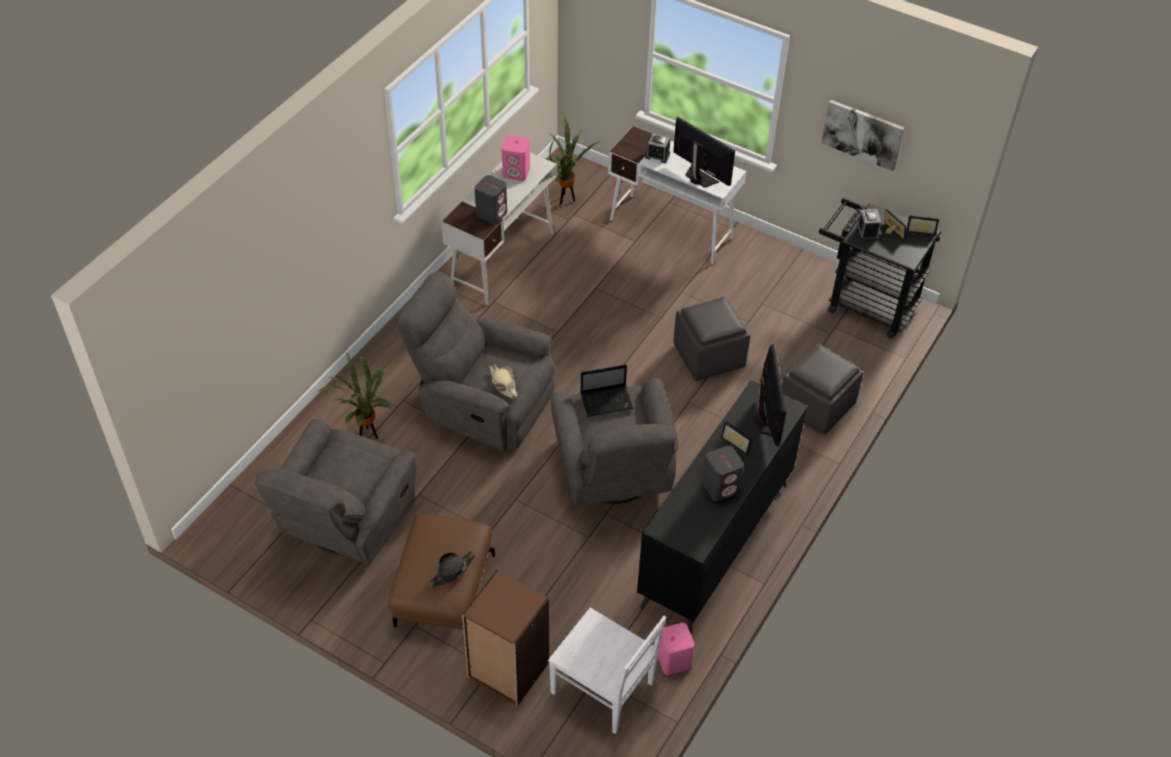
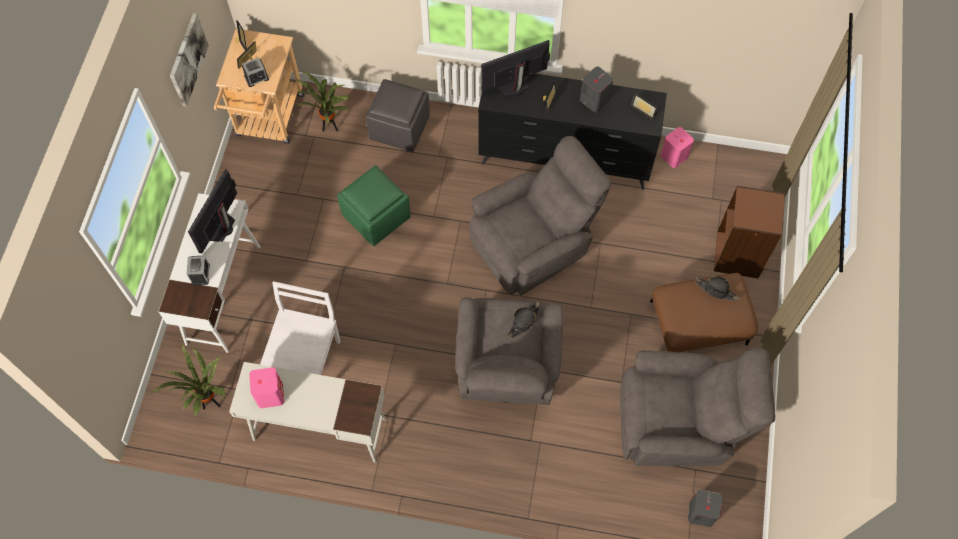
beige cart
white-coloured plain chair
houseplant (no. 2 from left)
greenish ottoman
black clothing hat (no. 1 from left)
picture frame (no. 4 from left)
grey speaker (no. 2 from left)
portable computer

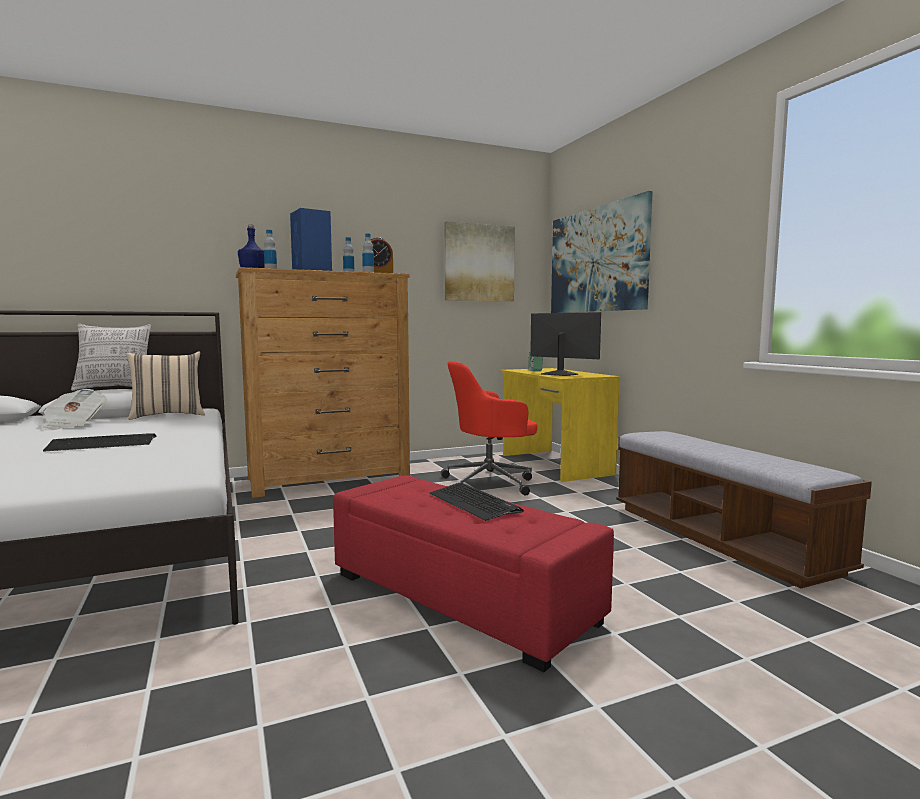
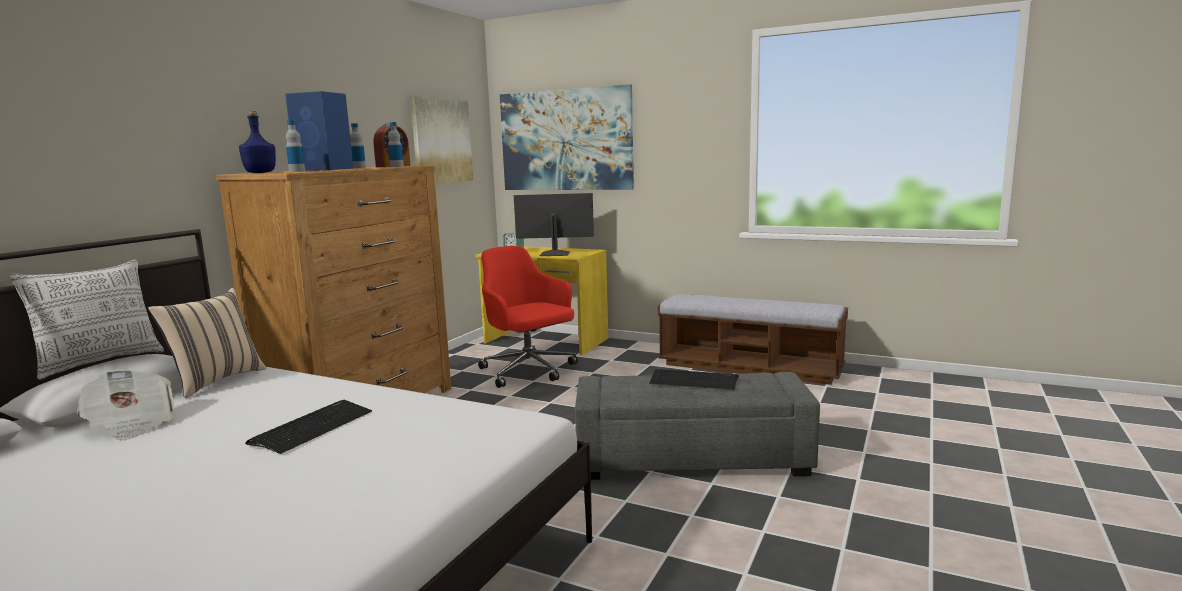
red-coloured office chair
grey ottoman

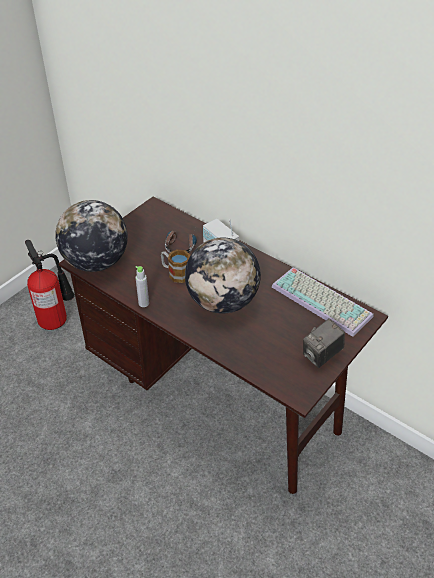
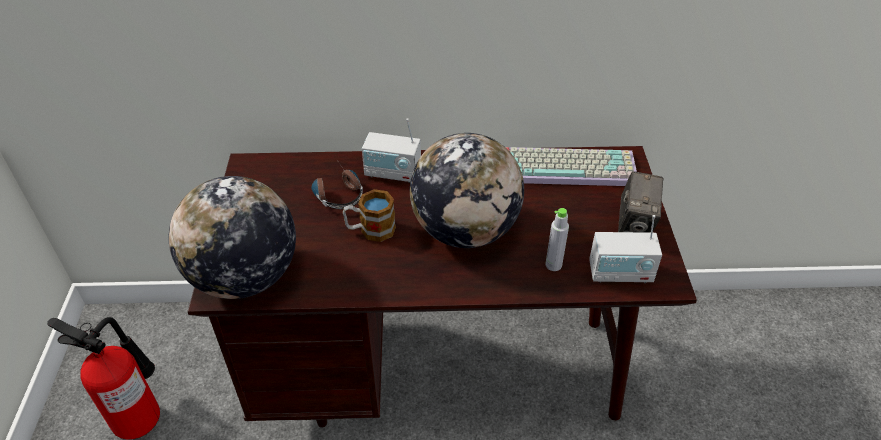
grey drink bottle
radio receiver (no. 2 from left)

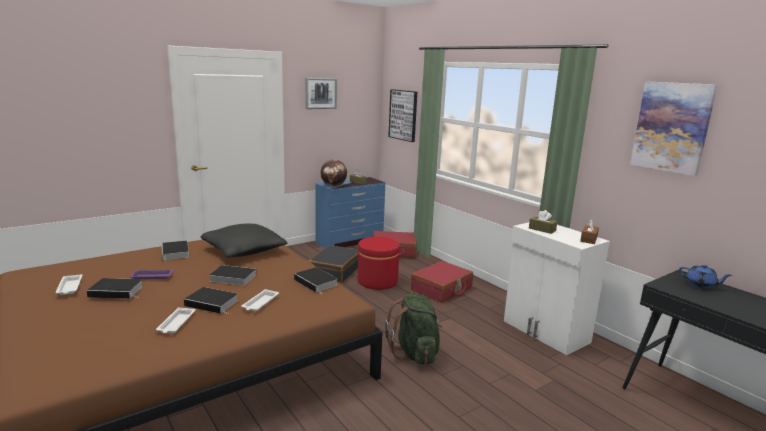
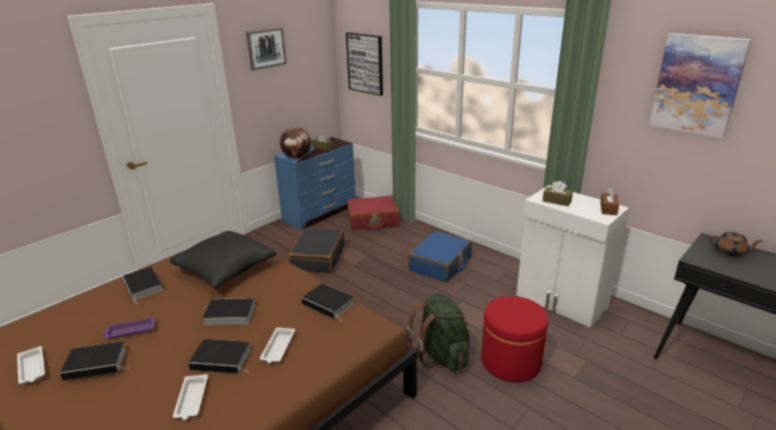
blue piece of luggage
red-coloured ottoman
brown-coloured teapot

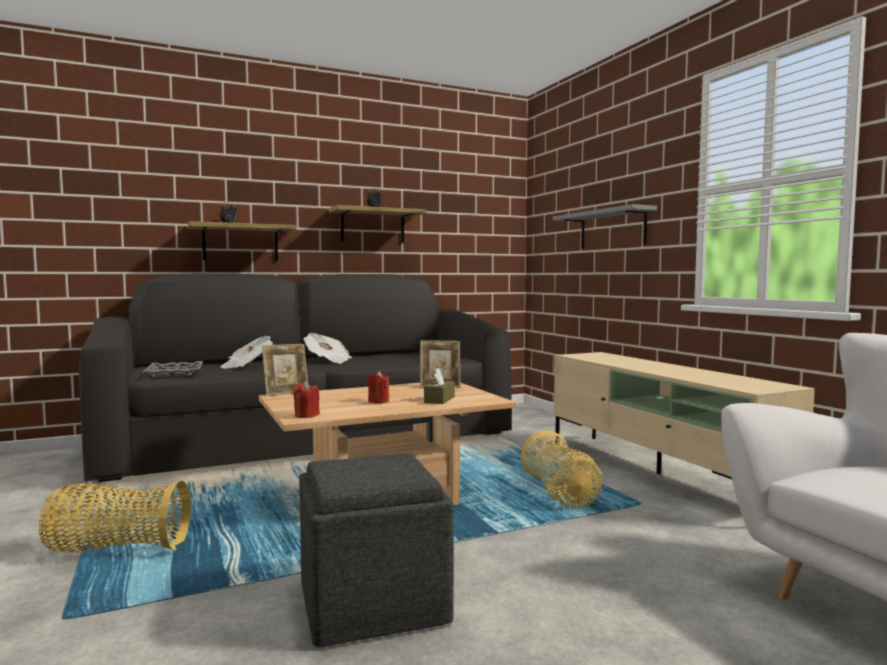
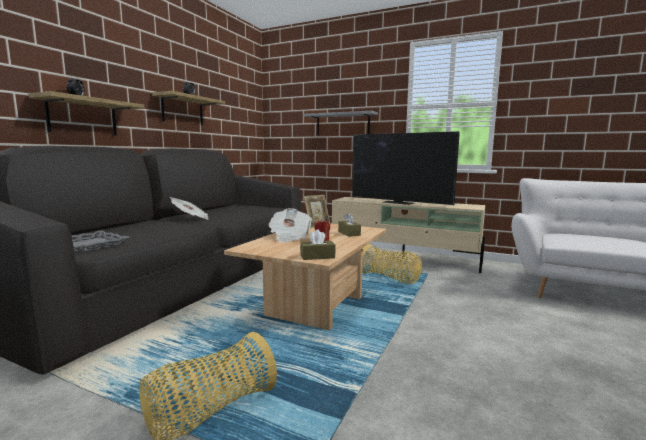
newspaper (no. 2 from left)
brown-coloured tissue box (no. 1 from left)
TV
picture frame (no. 1 from left in the first image)
grey ottoman

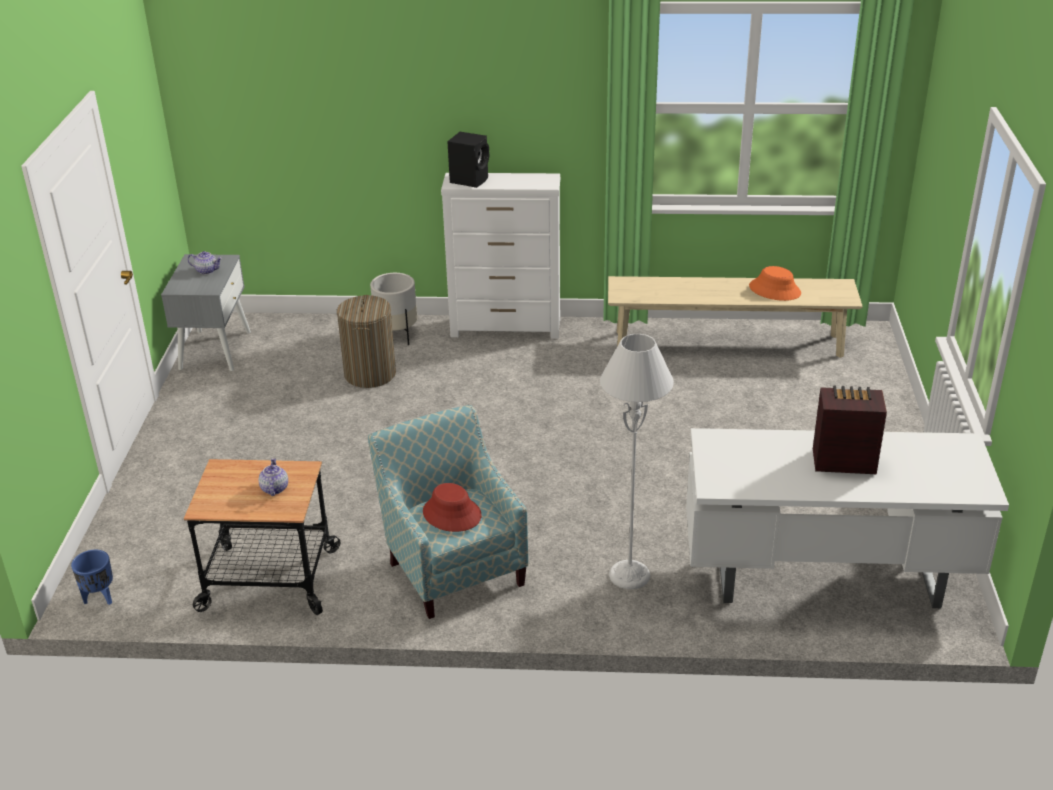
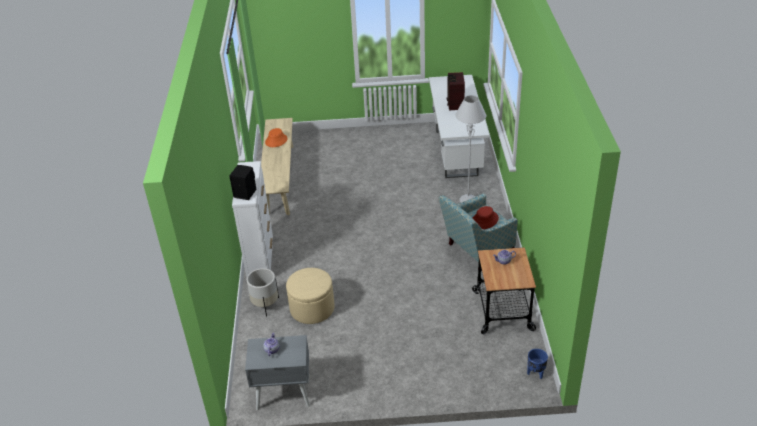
beige ottoman

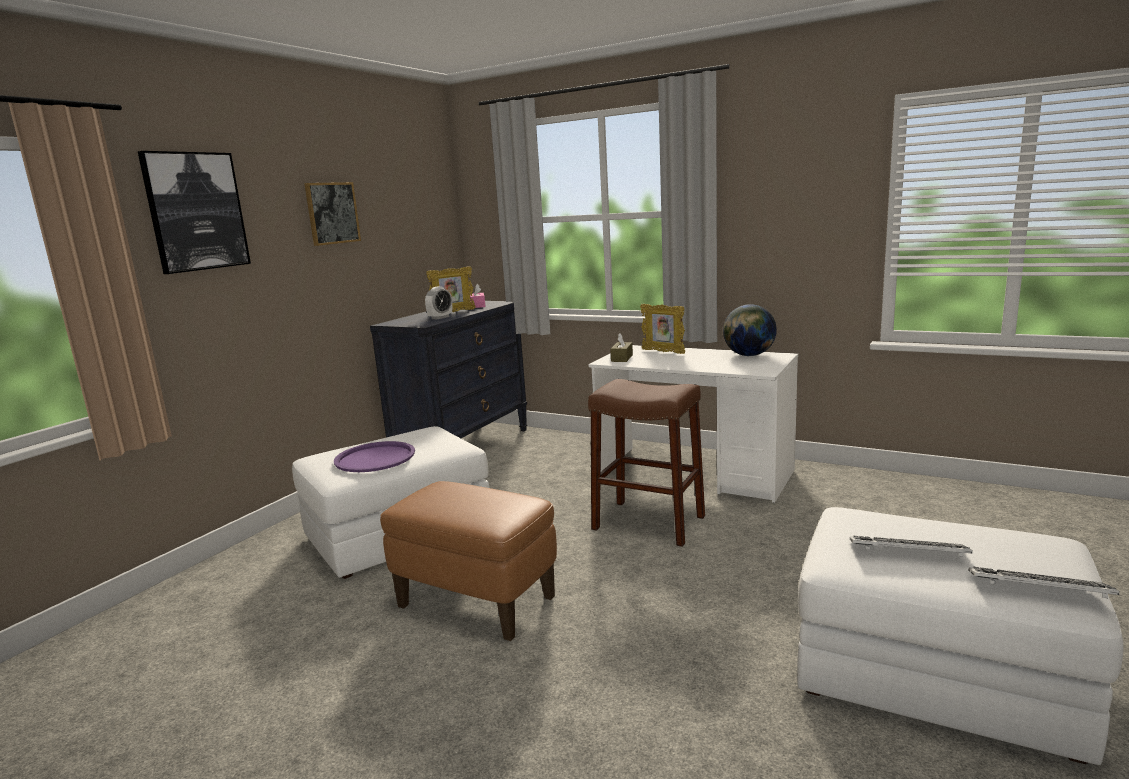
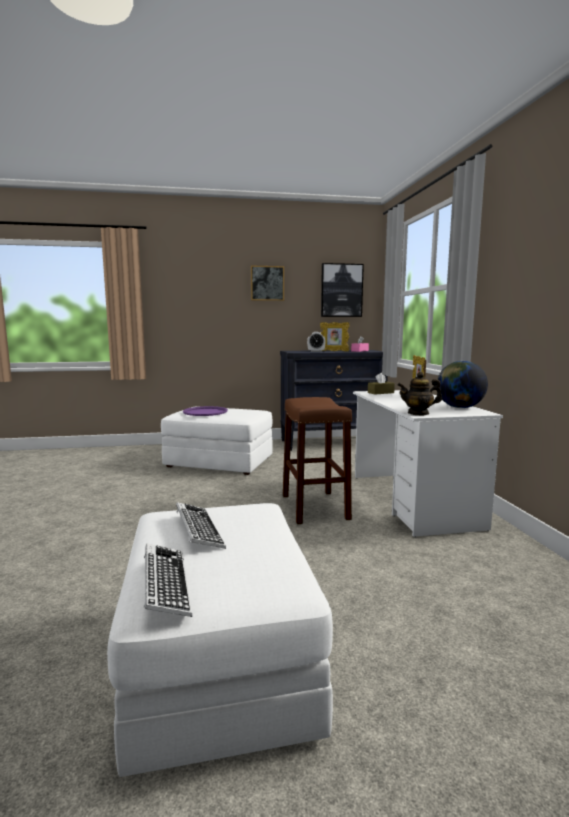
wall art (no. 2 from left)
teapot
brown-coloured ottoman

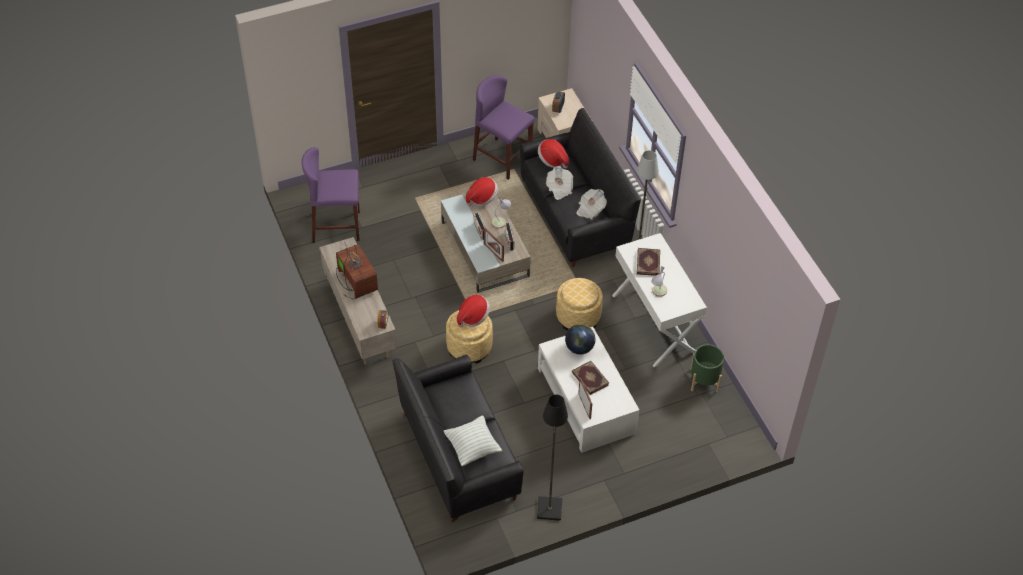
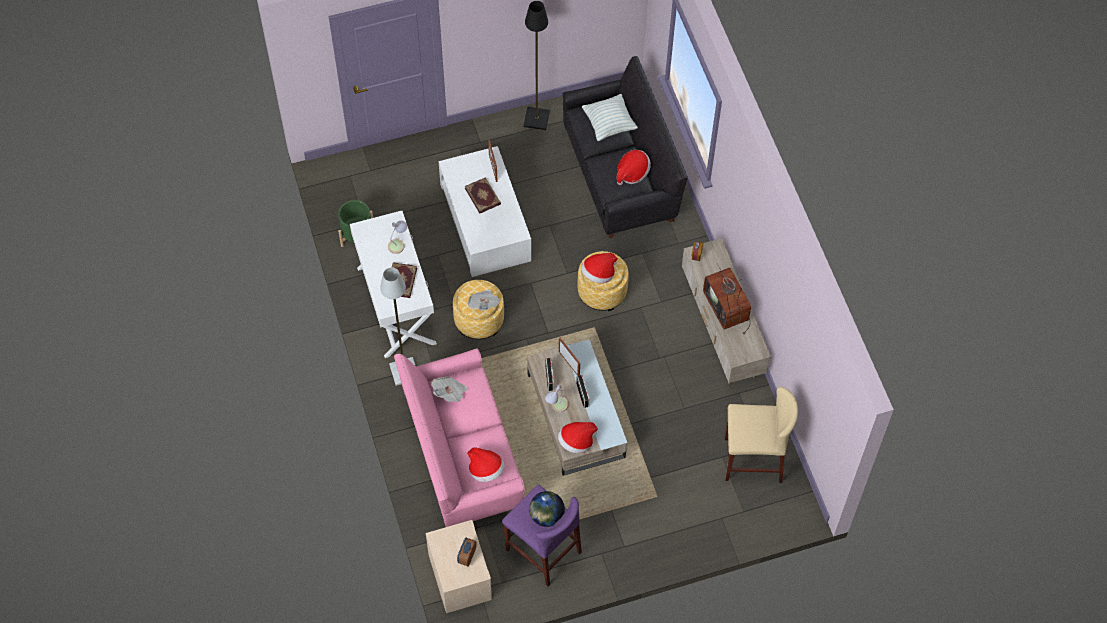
pinkish couch
newspaper (no. 2 from left)
desk globe
clothing hat (no. 4 from left)
beige stool

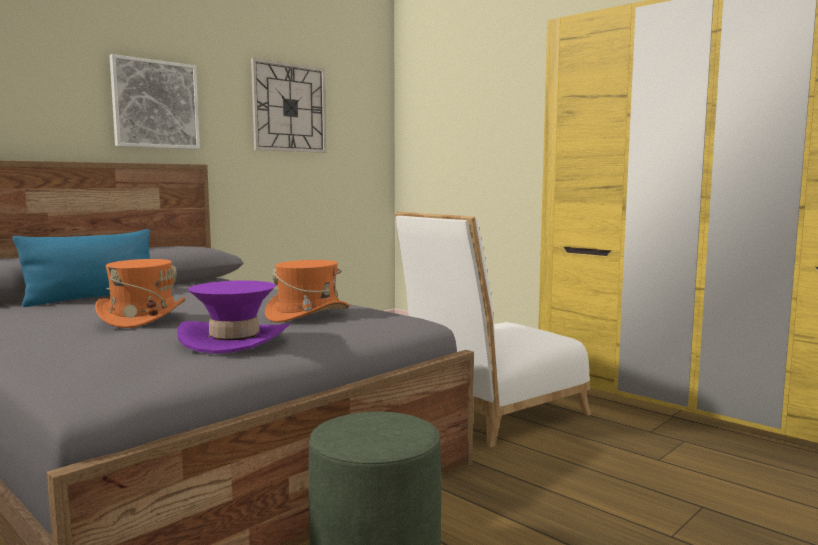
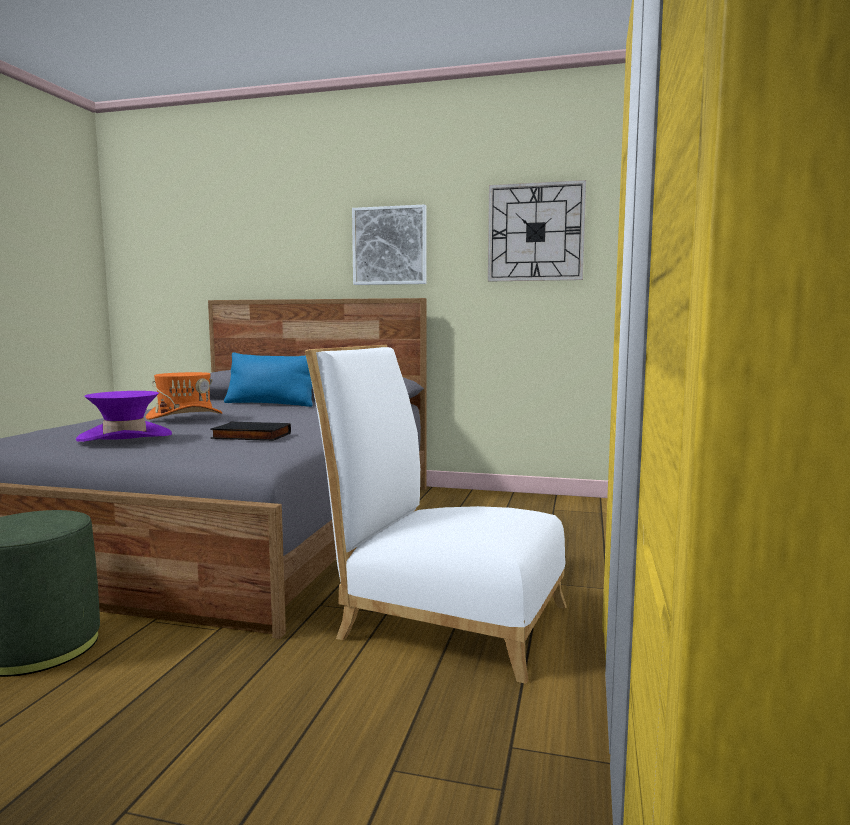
black volume

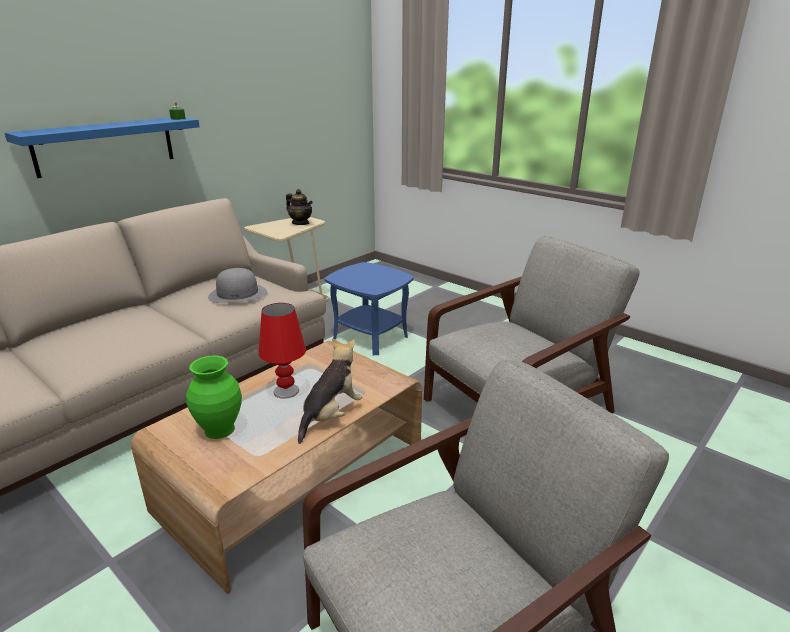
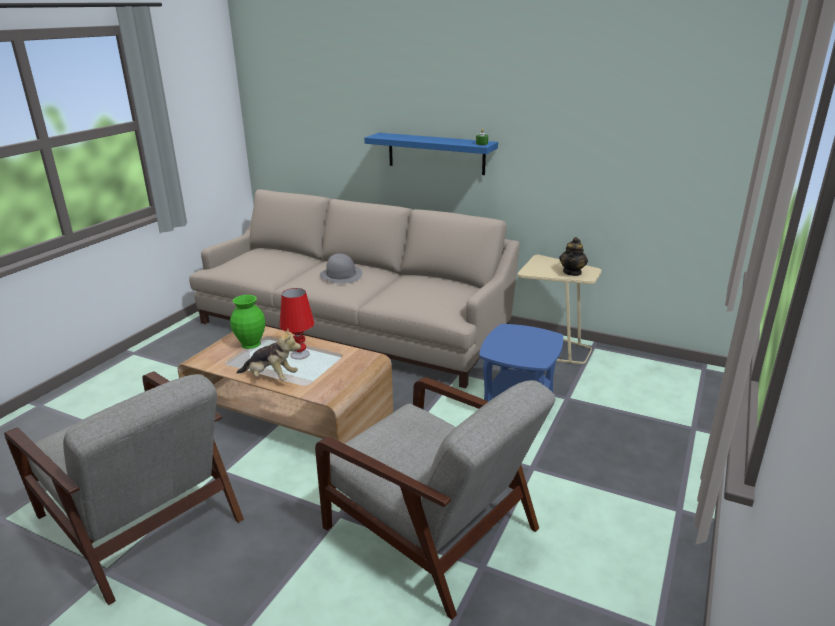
grey clothing hat

